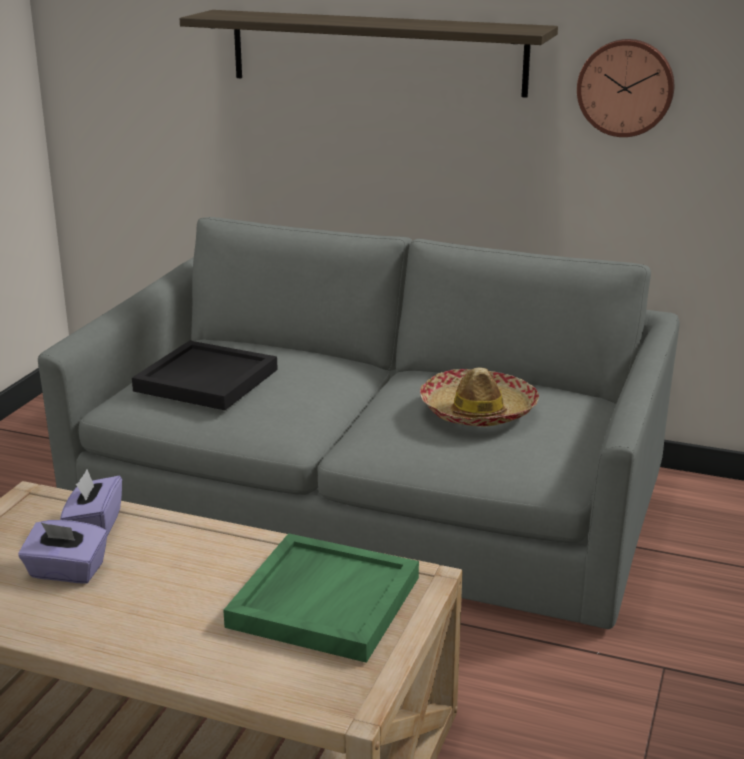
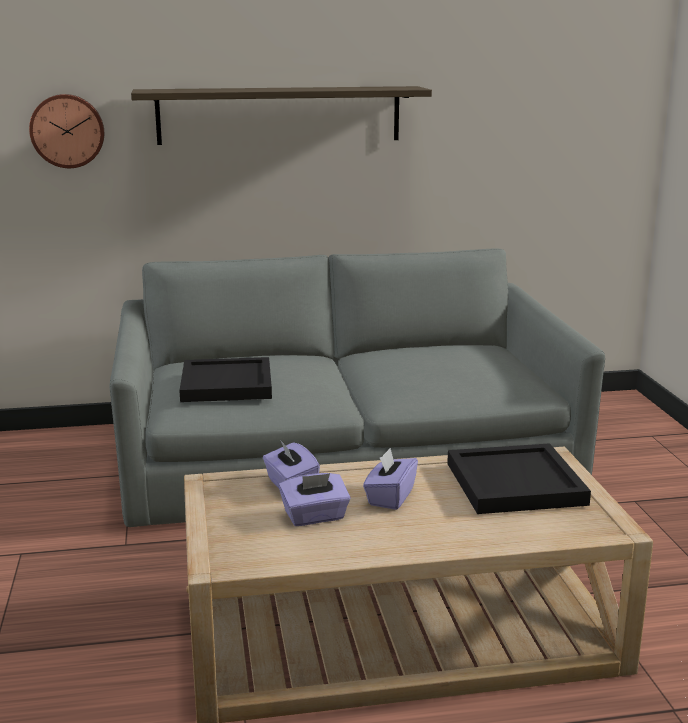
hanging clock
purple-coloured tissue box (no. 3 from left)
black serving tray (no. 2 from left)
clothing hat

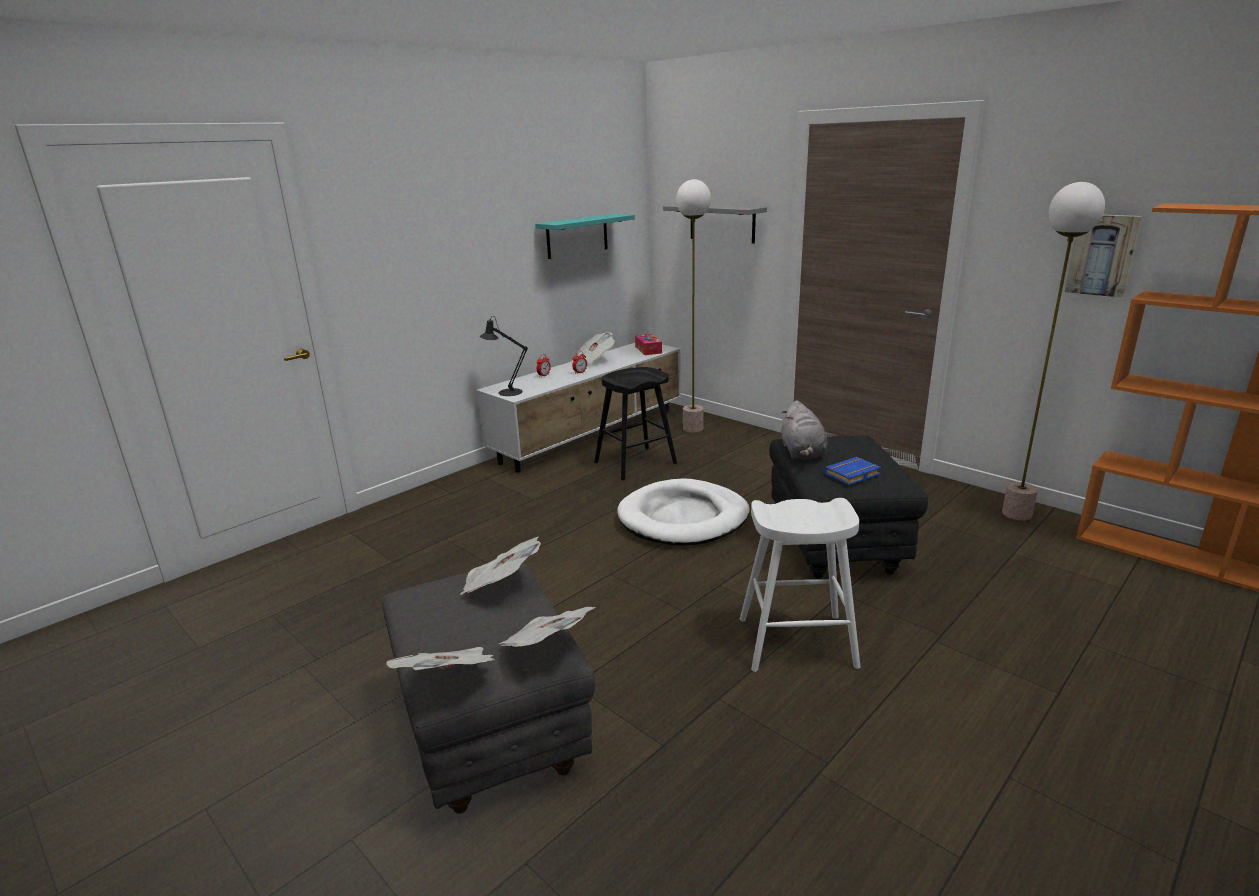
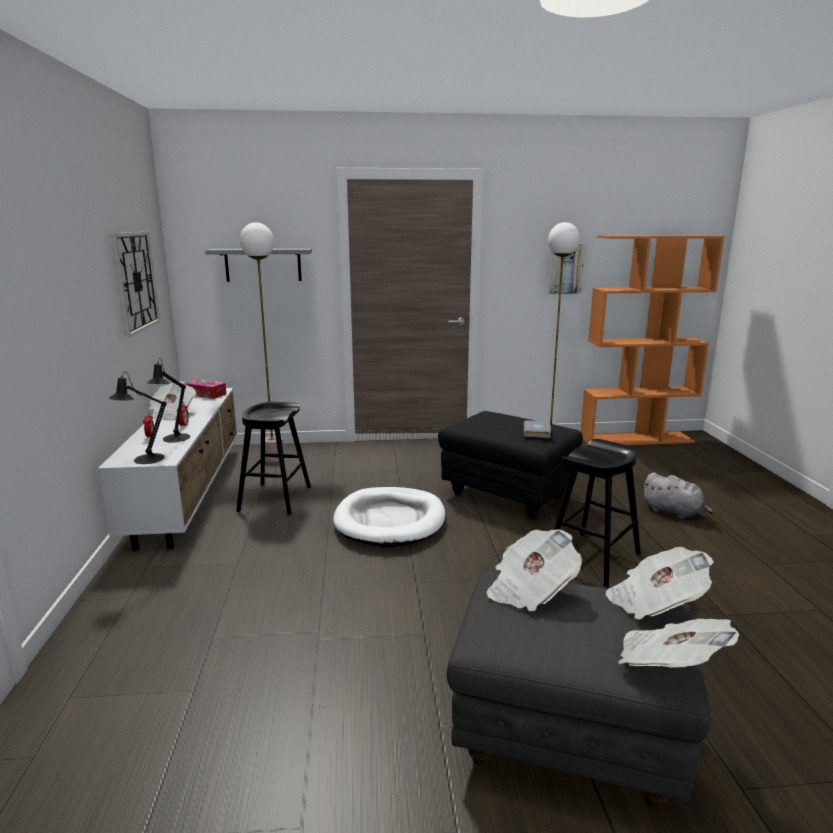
hanging clock
black lamp for a table (no. 2 from left)
grey volume
black stool (no. 2 from left)
grey soft toy

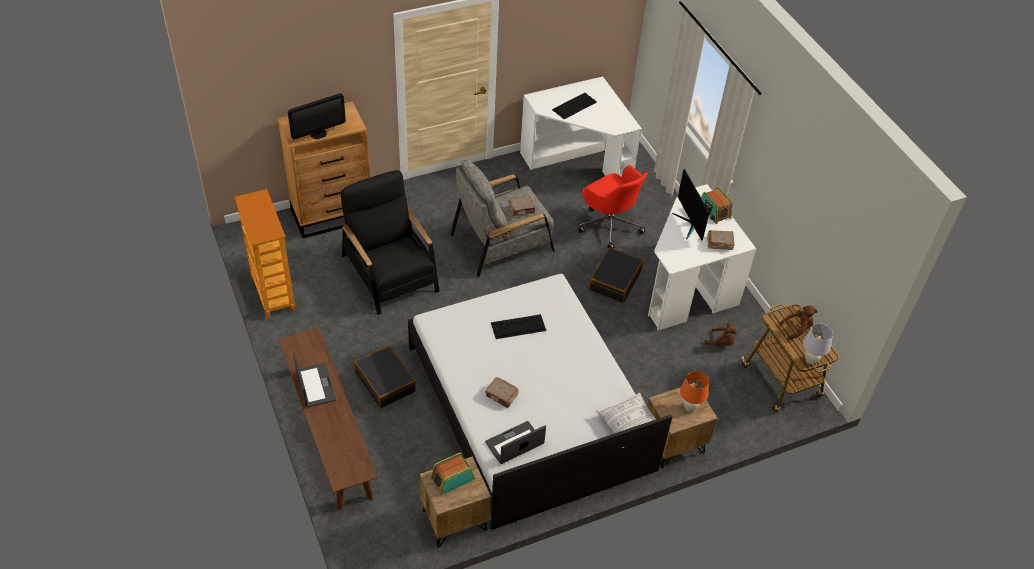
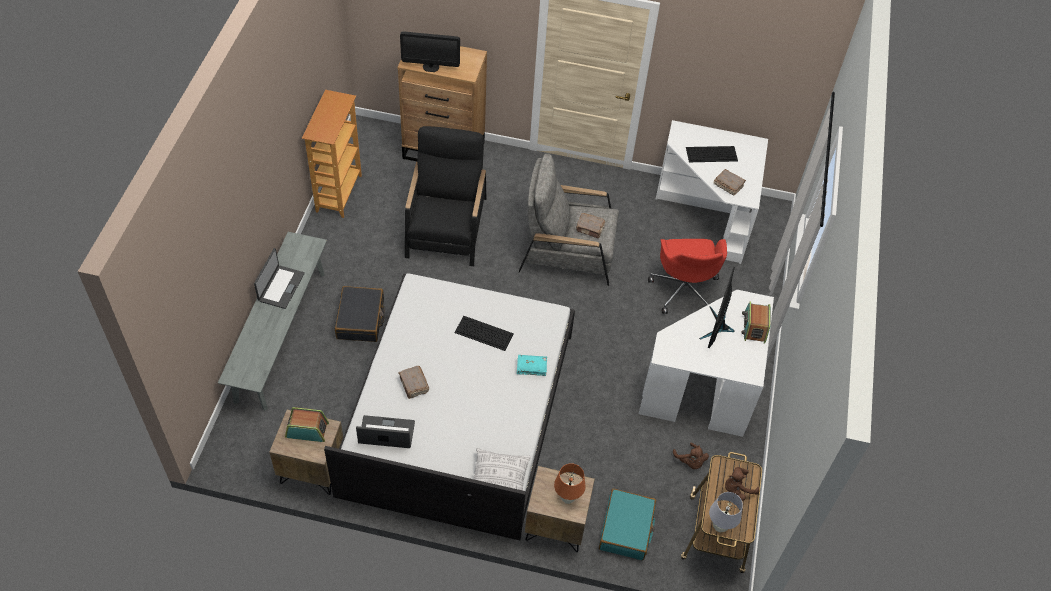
grey long seat
turquoise-coloured volume
turquoise-coloured piece of luggage
brown-coloured volume (no. 3 from left)
brown-coloured soft toy (no. 2 from left)
black piece of luggage (no. 2 from left in the first image)

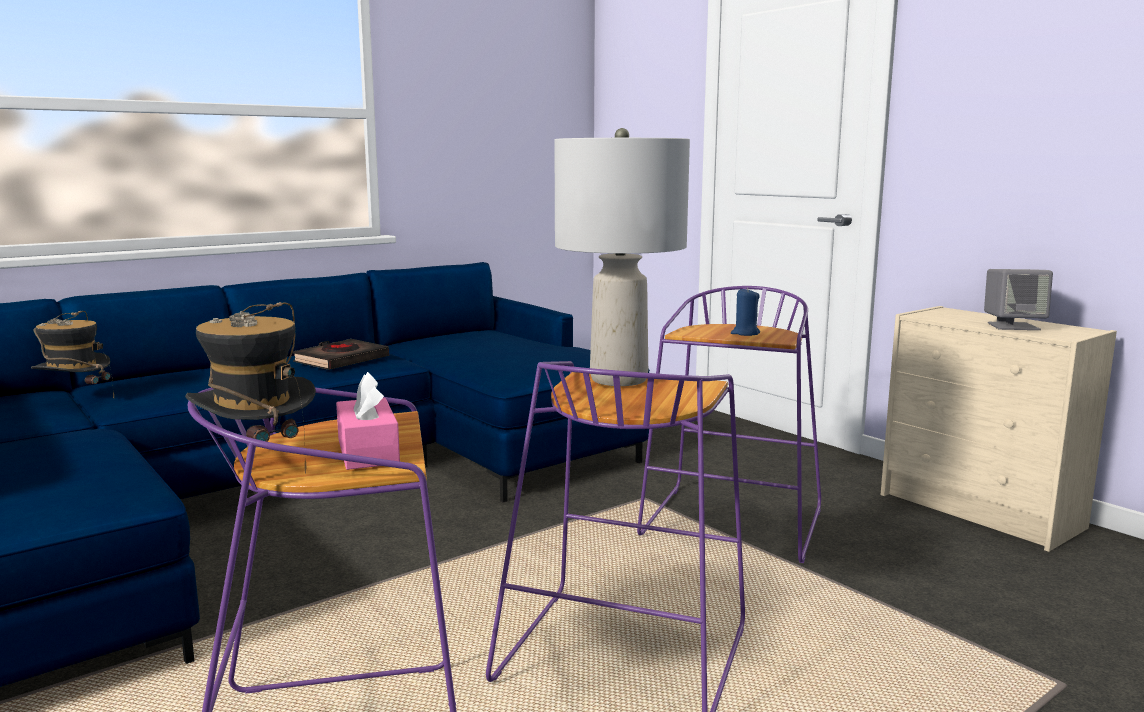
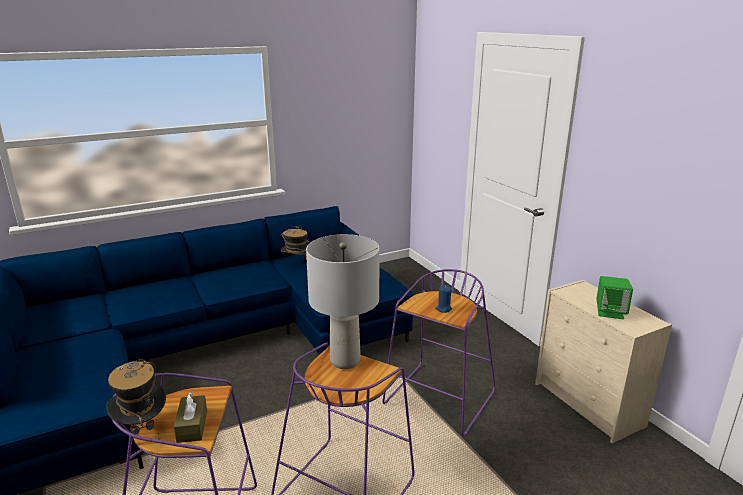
brown-coloured tissue box
clothing hat (no. 2 from left)
greenish speaker
black volume

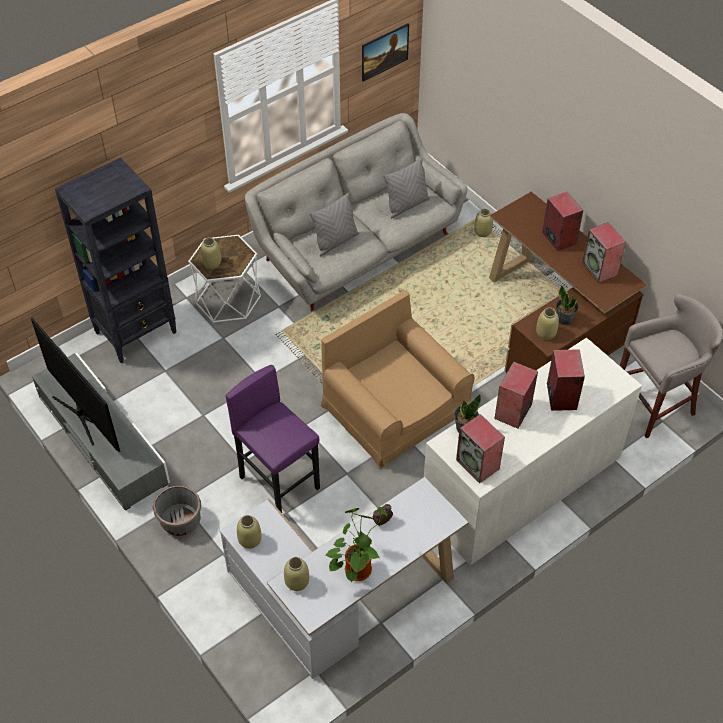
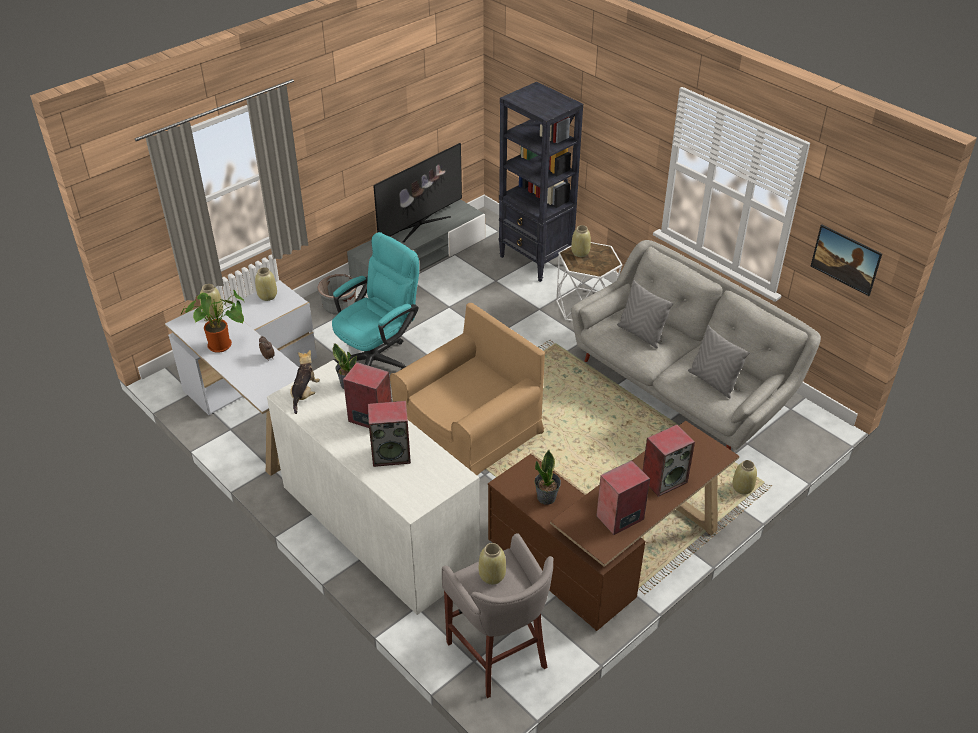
soft toy
turquoise-coloured office chair
beige flower vase (no. 3 from left)

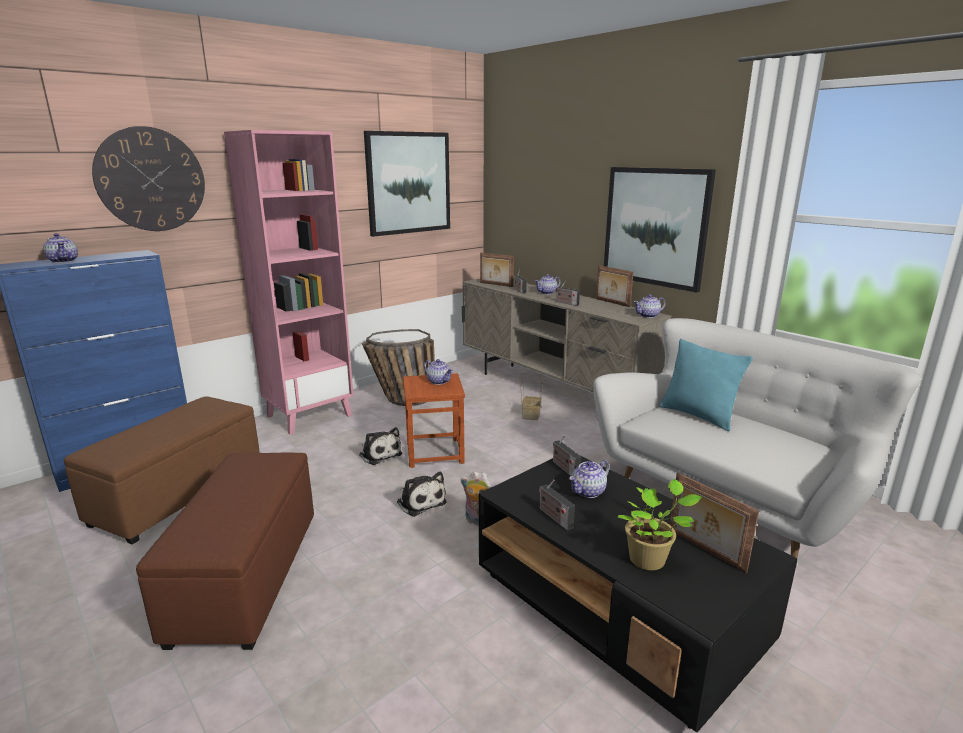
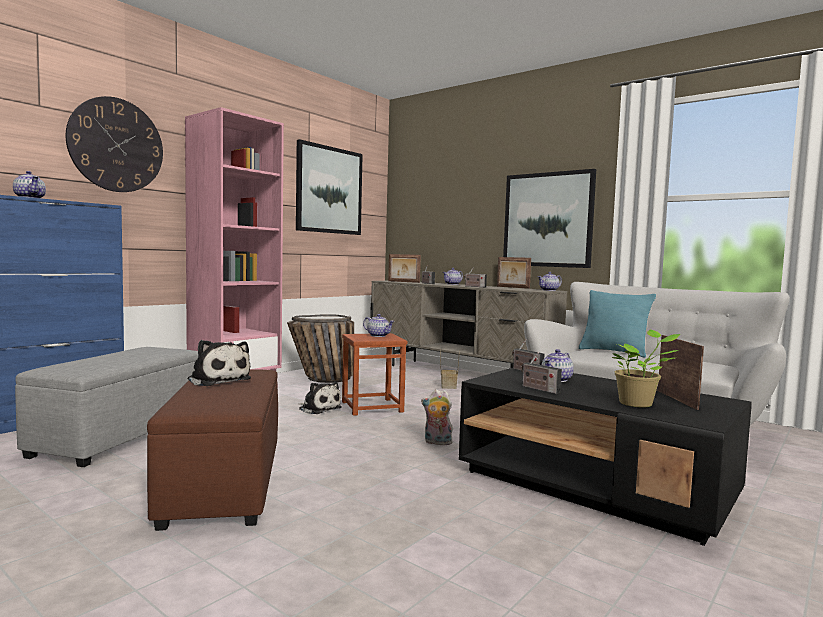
grey ottoman
soft toy (no. 1 from left)
picture frame (no. 3 from left)

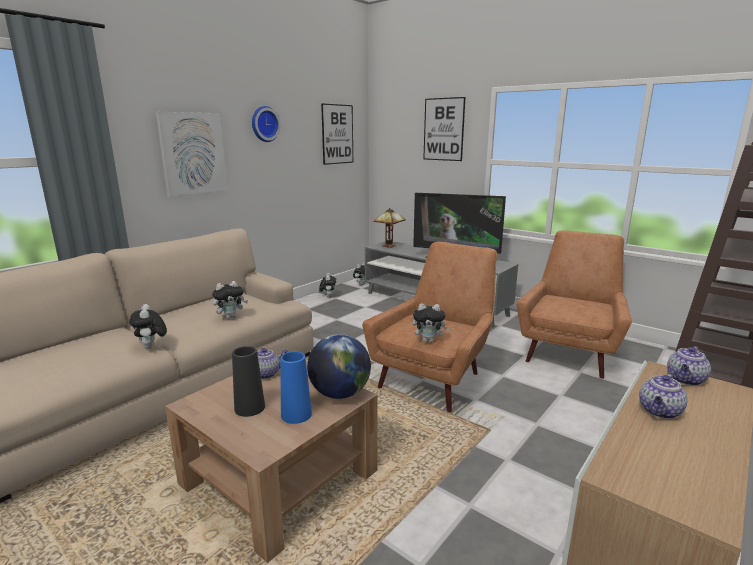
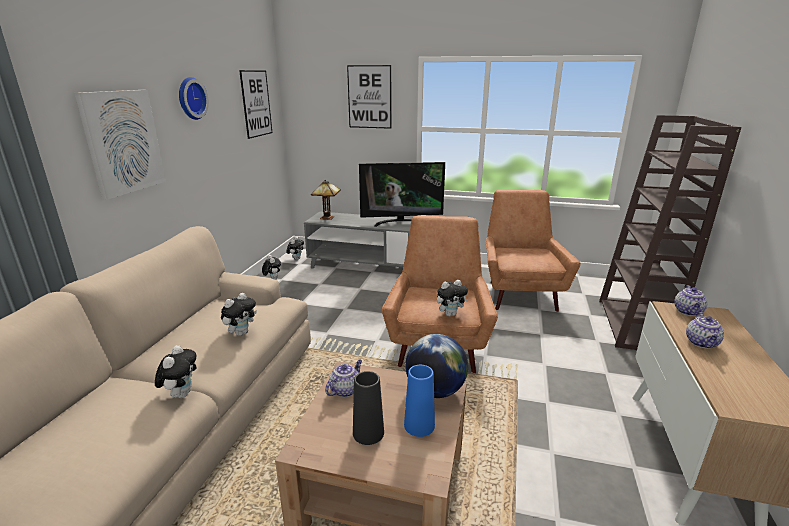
soft toy (no. 1 from left)

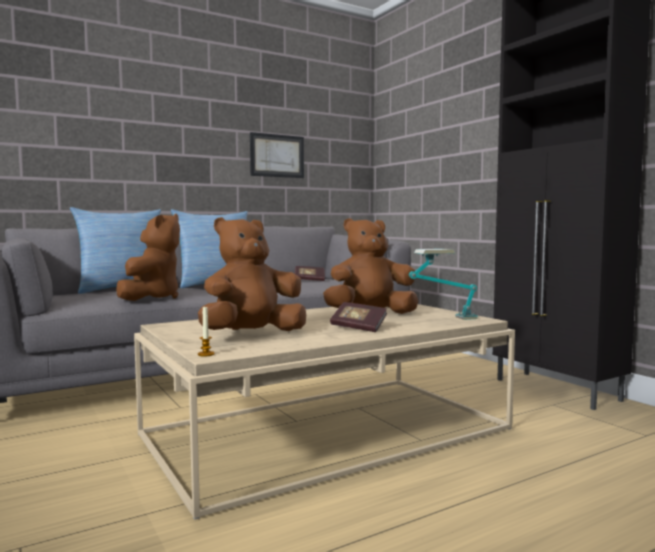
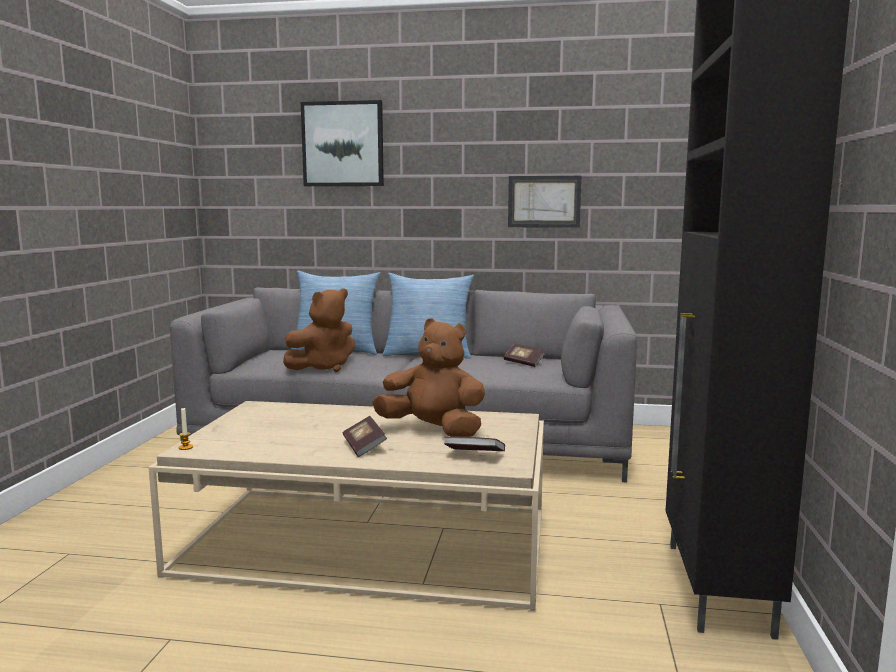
wall art (no. 1 from left)
volume (no. 2 from left)
brown-coloured soft toy (no. 2 from left in the first image)

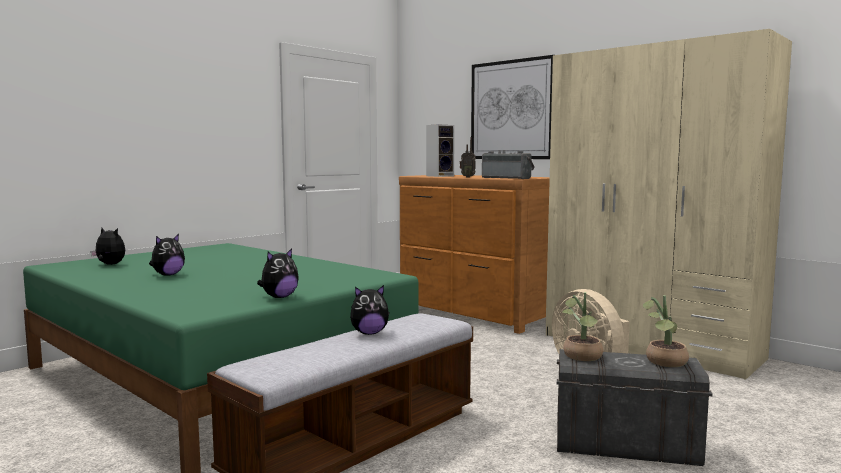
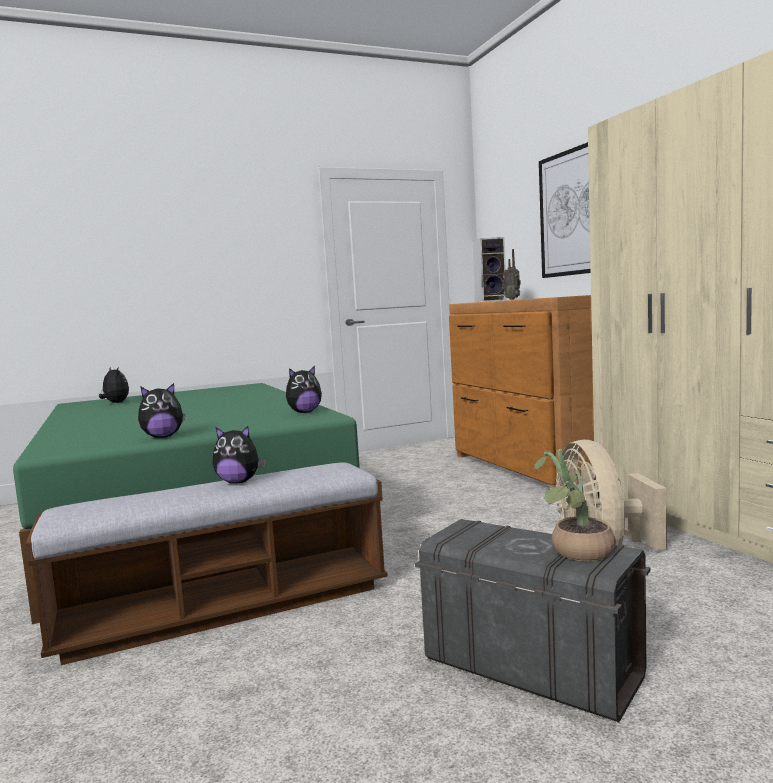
soft toy (no. 4 from left)
radio receiver (no. 2 from left in the first image)
houseplant (no. 1 from left in the first image)

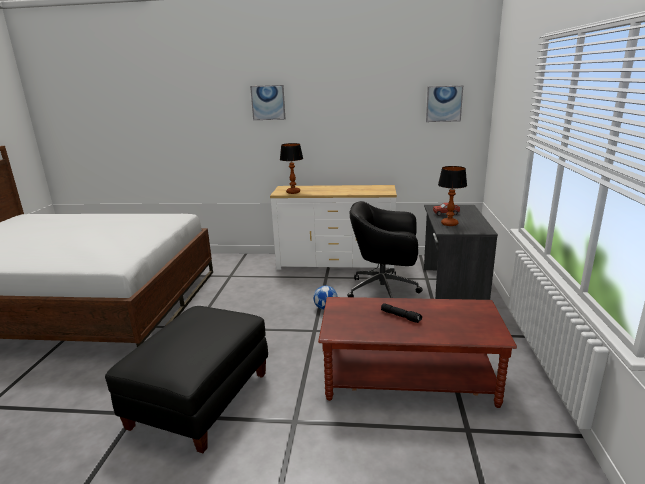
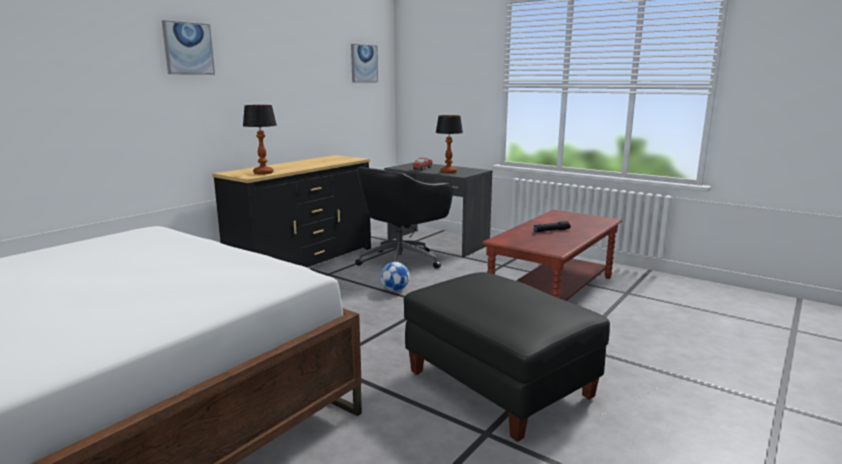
black dresser

